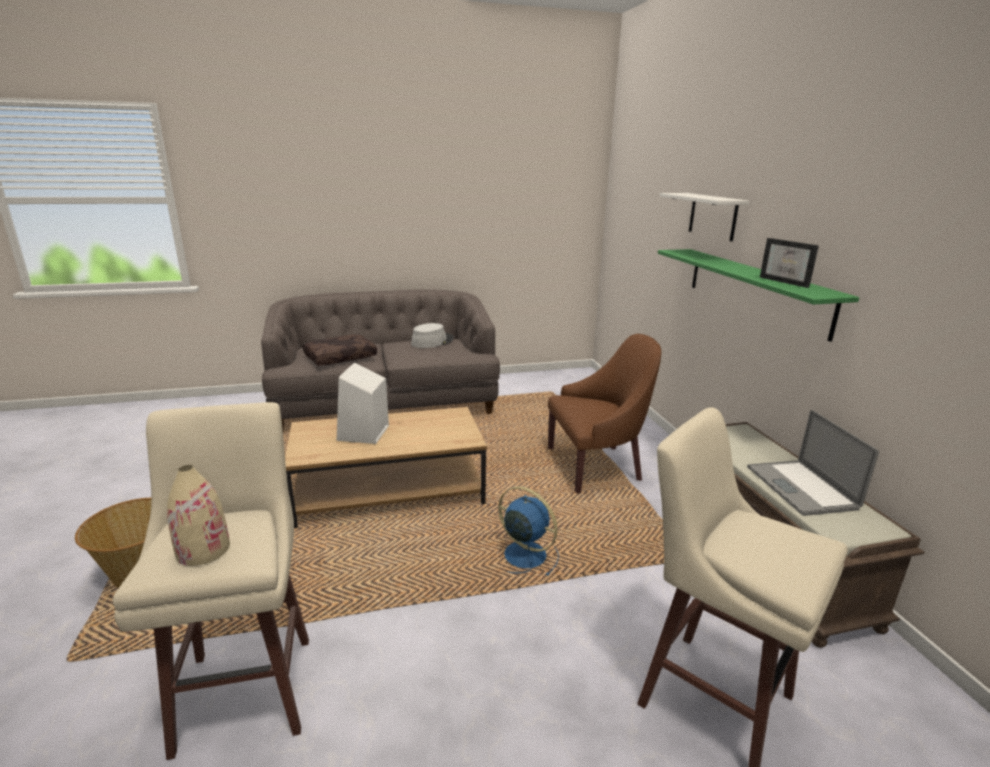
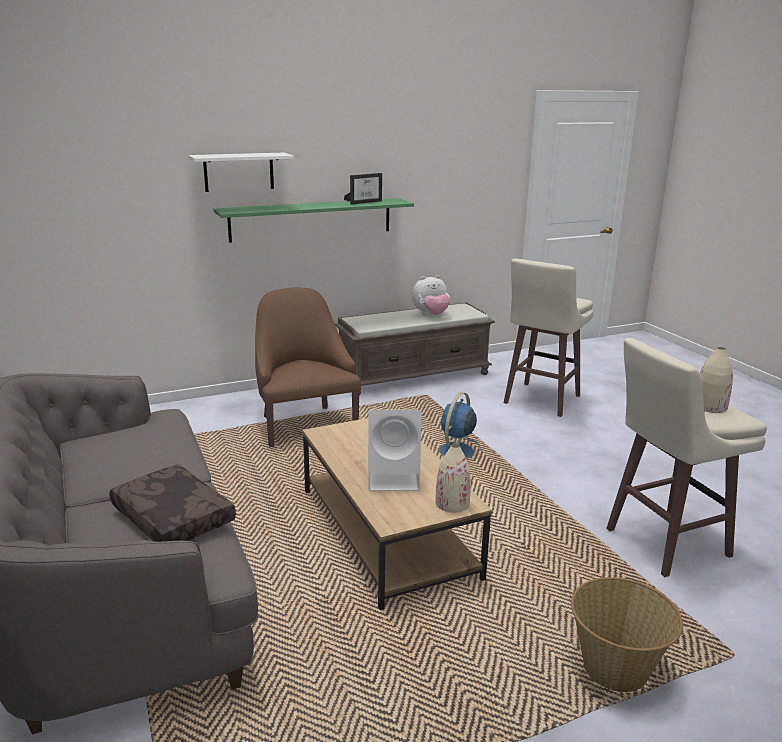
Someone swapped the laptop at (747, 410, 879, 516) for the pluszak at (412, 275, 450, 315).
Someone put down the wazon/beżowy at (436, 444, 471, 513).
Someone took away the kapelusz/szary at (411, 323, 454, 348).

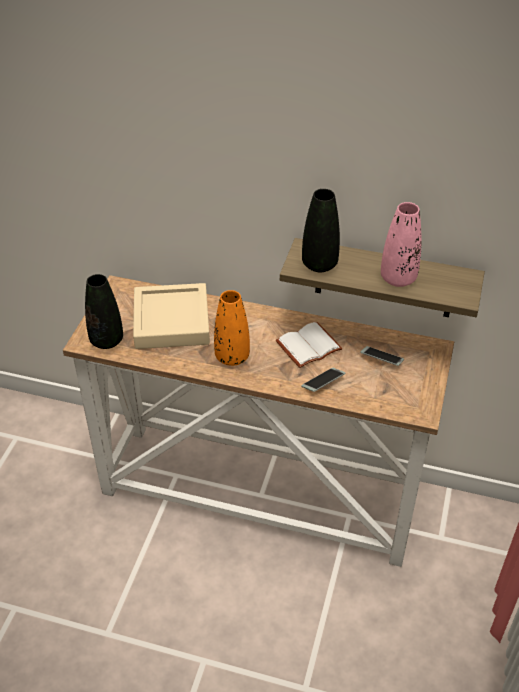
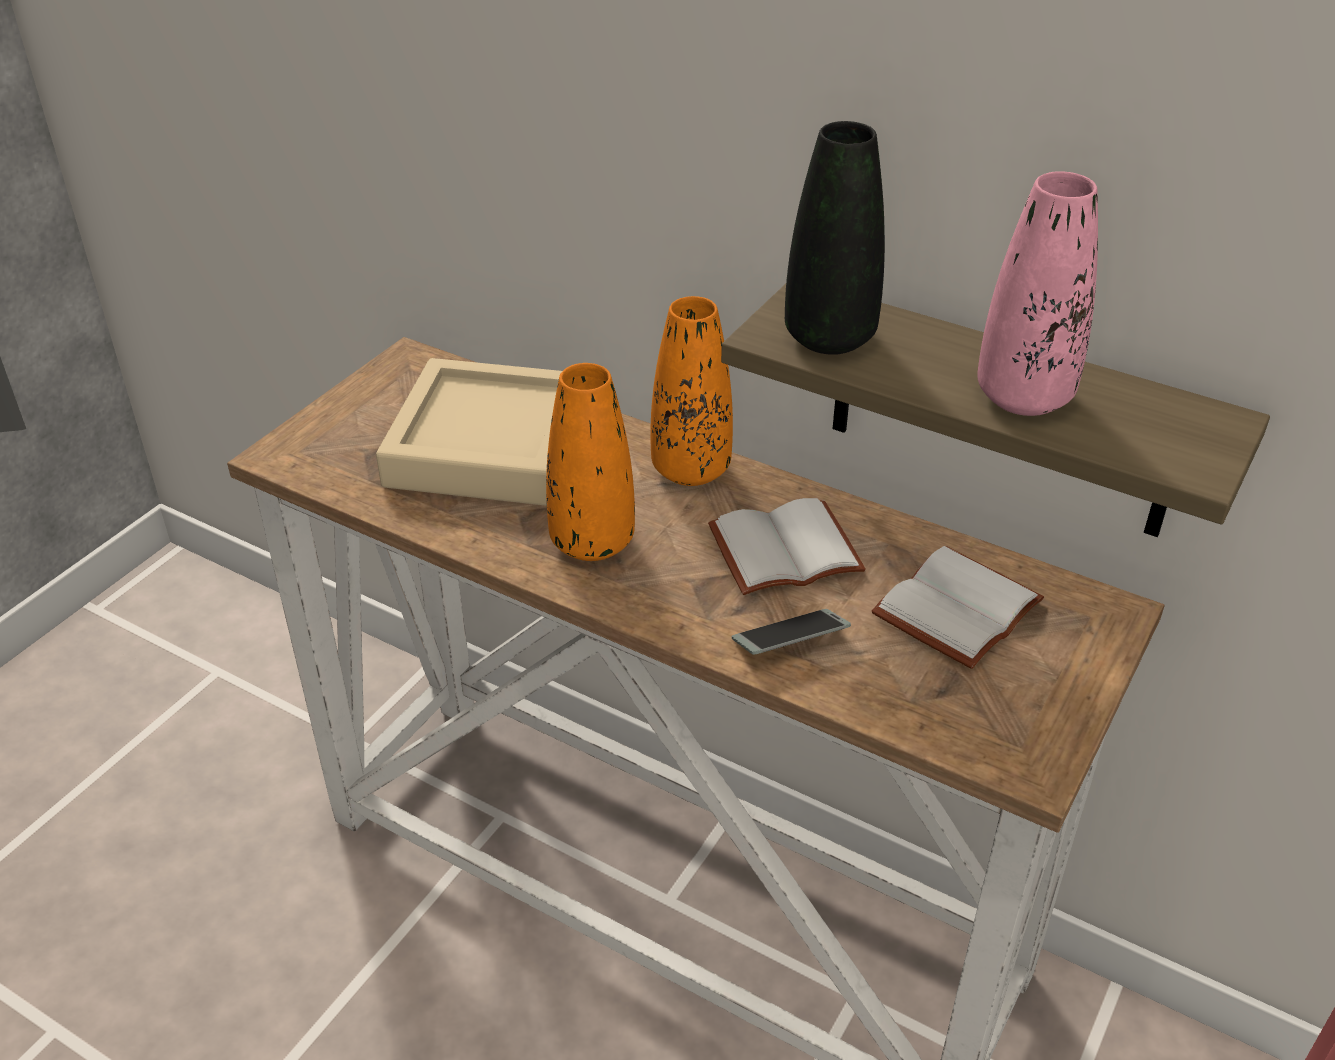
Someone put down the wazon/pomarańczowy at (650, 296, 733, 486).
Someone swapped the telefon at (360, 346, 404, 366) for the książka/biały at (871, 546, 1044, 669).
Someone took away the wazon/czarny at (85, 274, 123, 349).

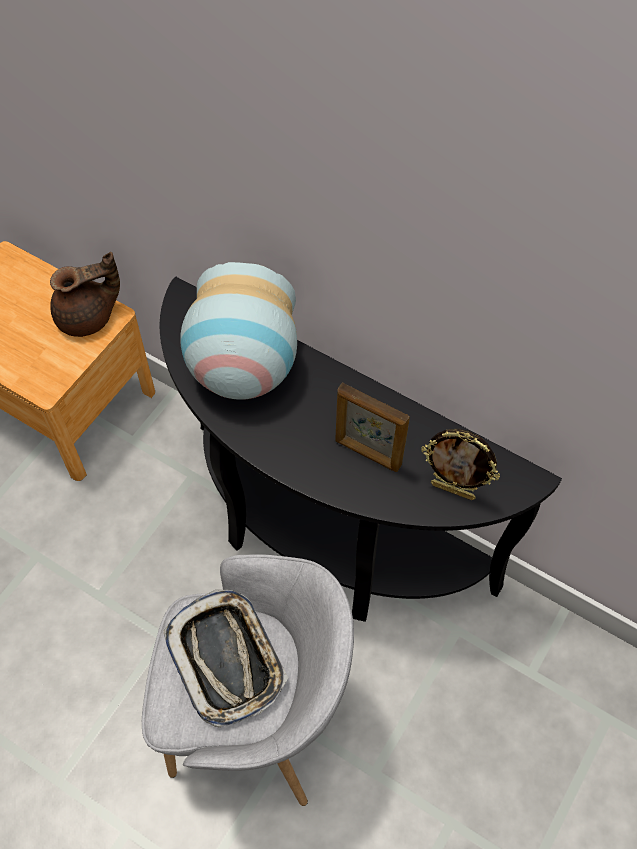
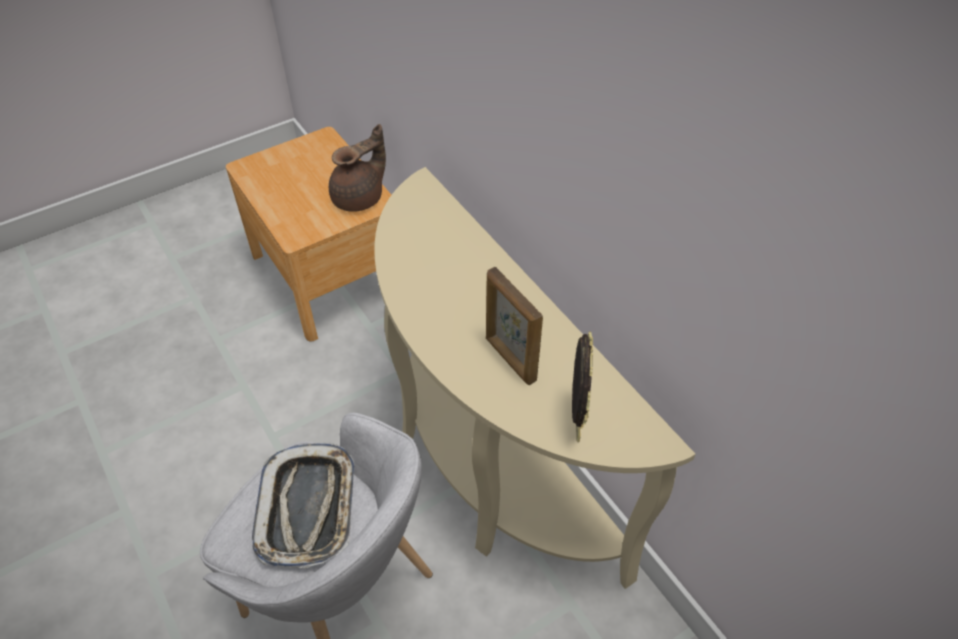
Someone rotated the imbryk/brązowy at (50, 252, 120, 337) by 45 degrees counterclockwise.
Someone repainted the stolik konsolowy/czarny at (159, 276, 562, 622), which became the stolik konsolowy/beżowy at (374, 167, 695, 589).
Someone rotated the ramka na zdjęcie at (421, 429, 500, 500) by 135 degrees counterclockwise.
Someone took away the wazon at (180, 262, 297, 400).

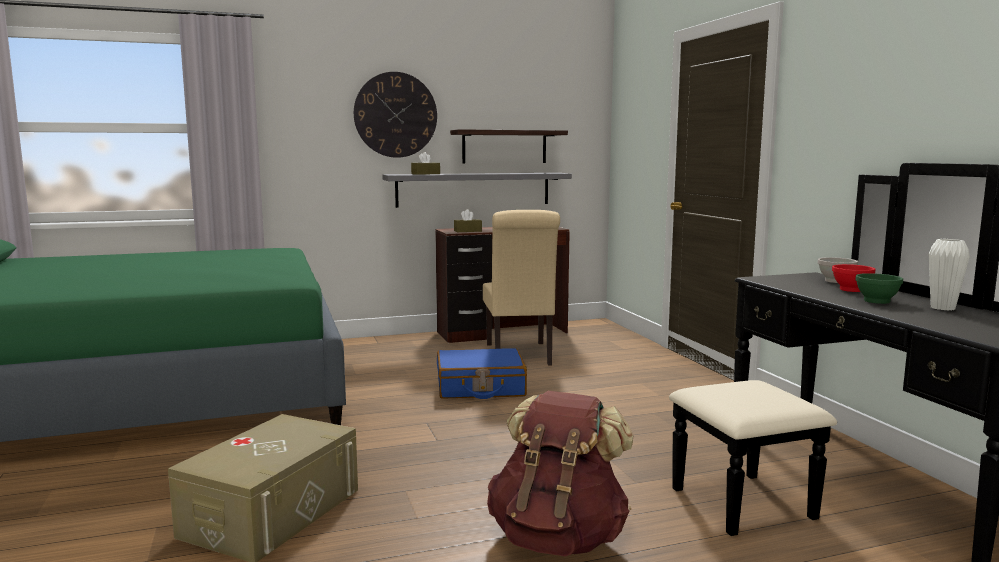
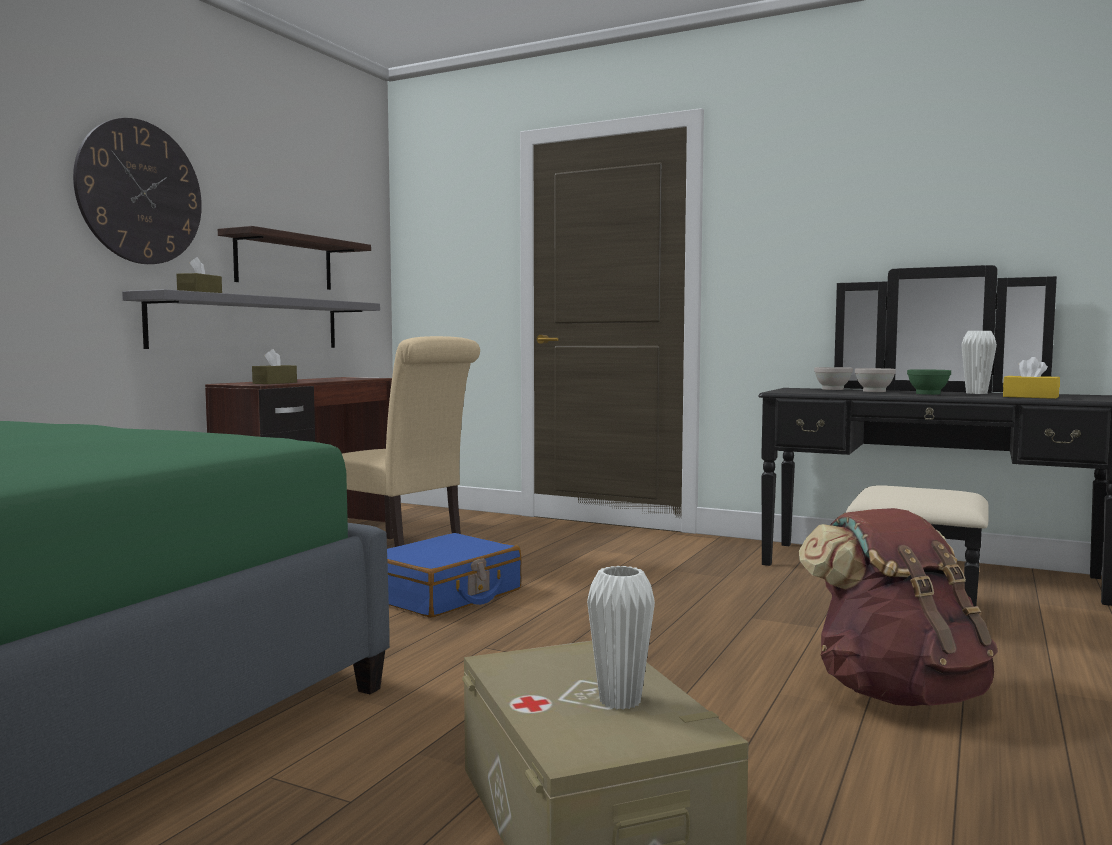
Someone put down the wazon/biały at (587, 566, 655, 710).
Someone repainted the miska/czerwony at (832, 264, 875, 292), which became the miska/biały at (855, 368, 896, 392).
Someone put down the pudełko chusteczek/żółty at (1003, 357, 1060, 399).

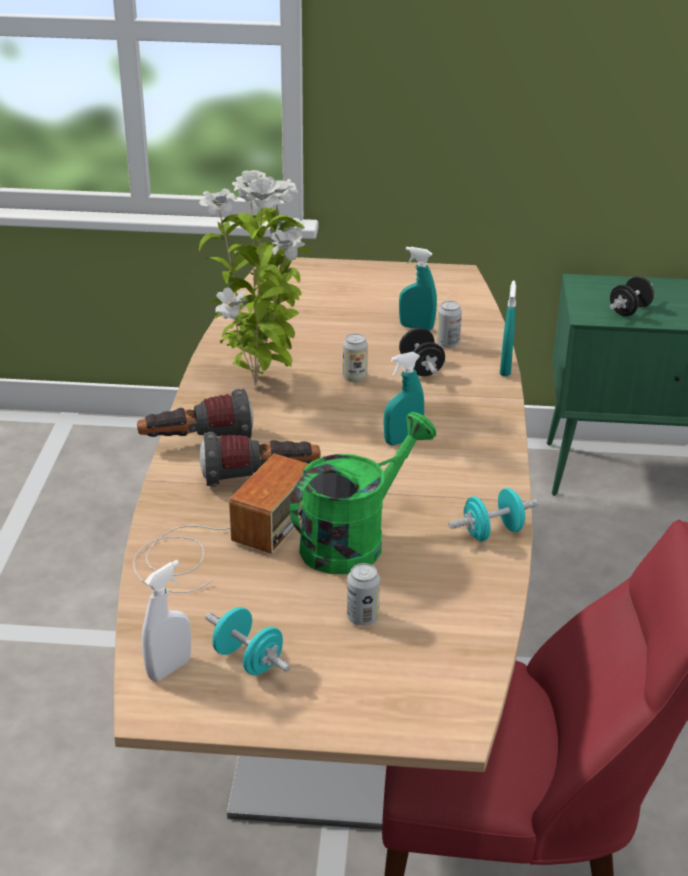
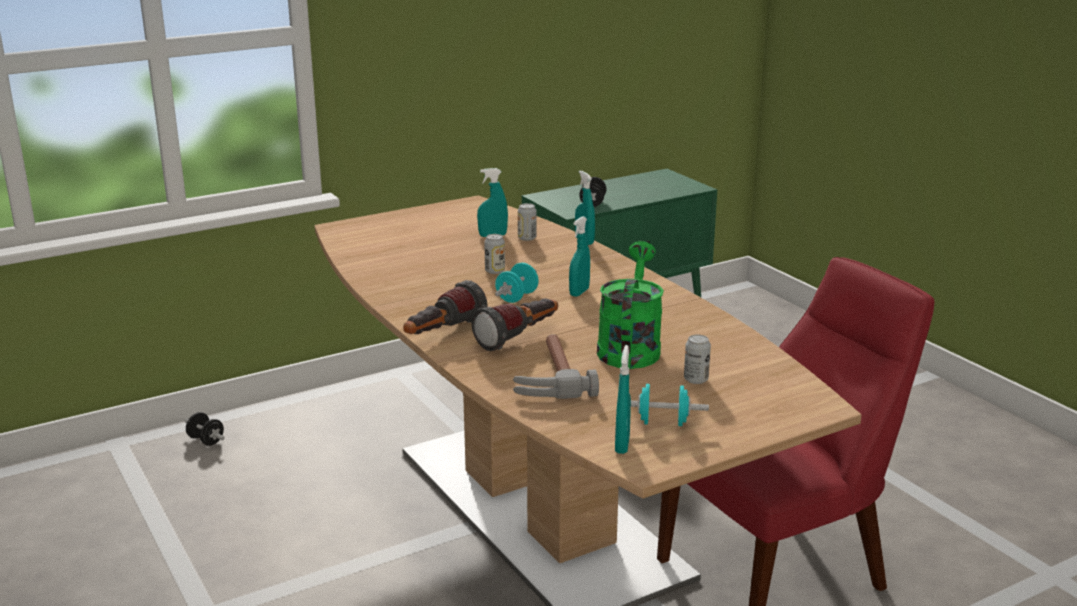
Someone carried the hantel/czarny from (399, 328, 445, 376) to (185, 412, 225, 446).
Someone carried the hantel/turkusowy from (449, 488, 538, 541) to (495, 263, 539, 303).
Someone swapped the radio at (133, 454, 308, 593) for the młotek at (513, 334, 599, 399).
Someone repainted the spryskiwacz/biały at (142, 560, 191, 681), which became the spryskiwacz/turkusowy at (615, 345, 631, 454).
Someone took away the roślina doniczkowa at (199, 170, 311, 386).

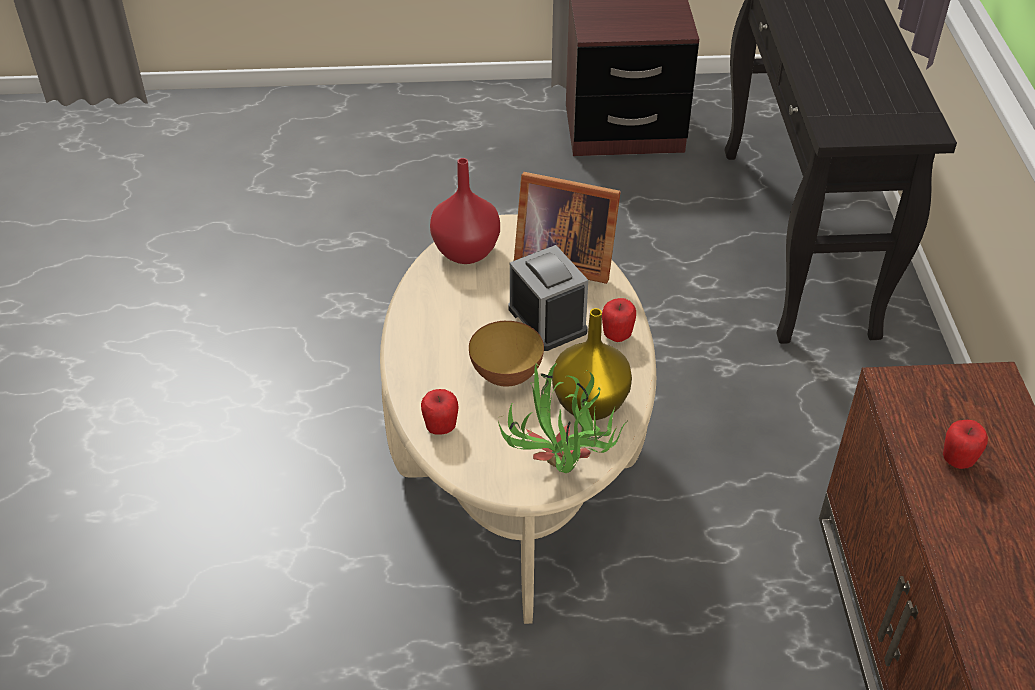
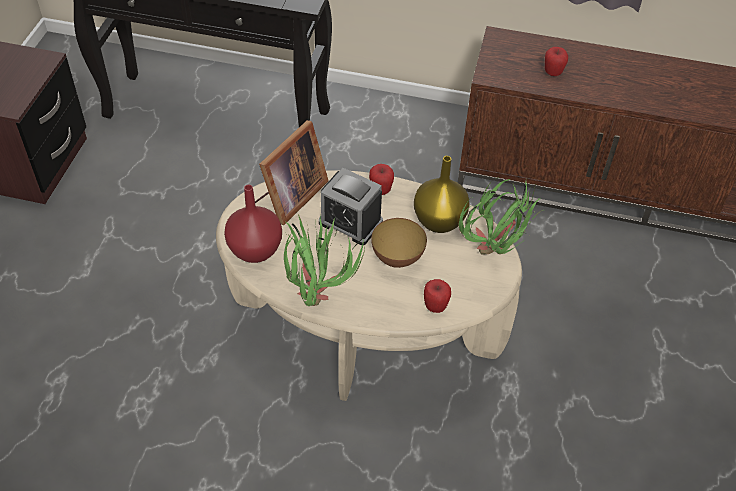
Someone put down the roślina doniczkowa at (284, 214, 365, 306).
Someone rotated the budzik at (508, 245, 588, 351) by 135 degrees counterclockwise.

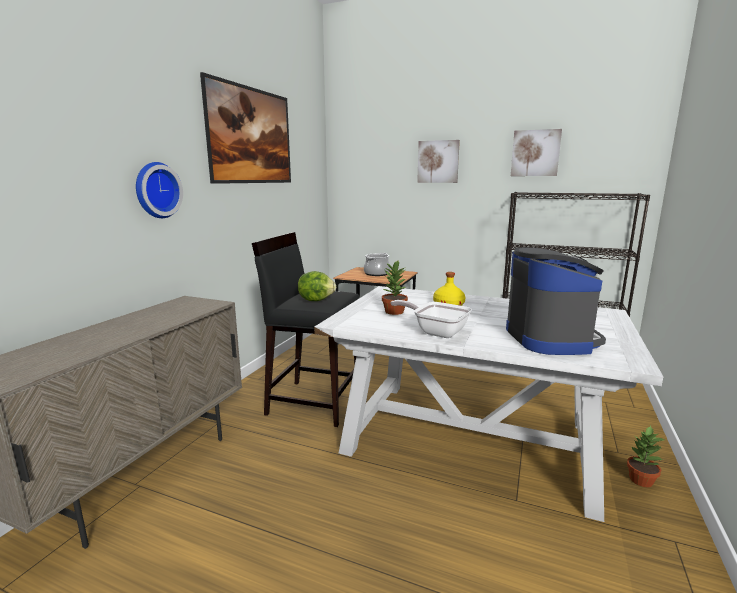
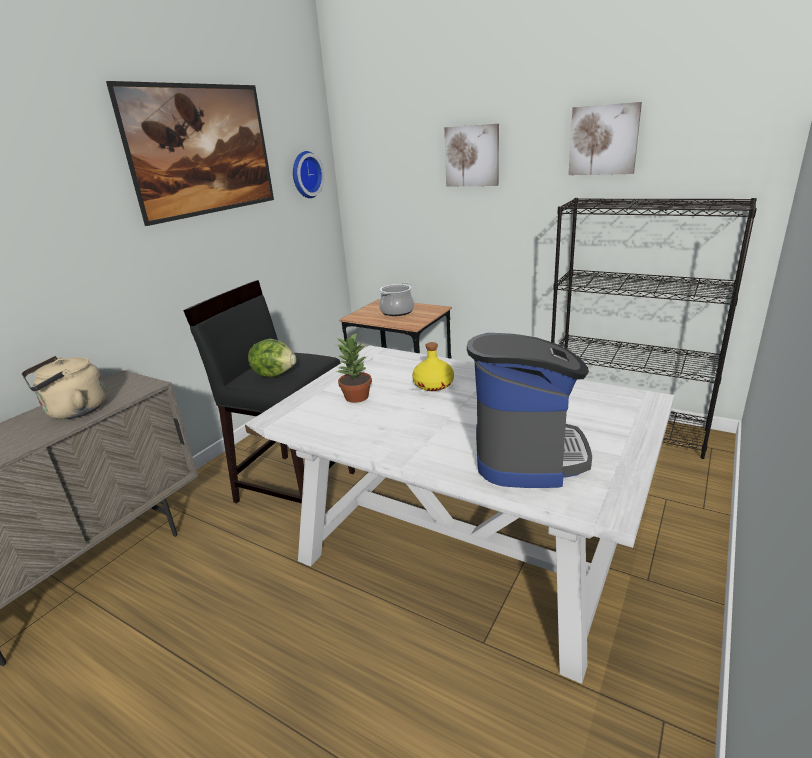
Someone put down the czajnik/beżowy at (22, 356, 106, 419).
Someone carried the zegar ścienny from (136, 162, 183, 218) to (293, 151, 325, 198).
Someone took away the patelnia at (391, 300, 472, 338).
Someone took away the roślina doniczkowa at (627, 426, 664, 487).

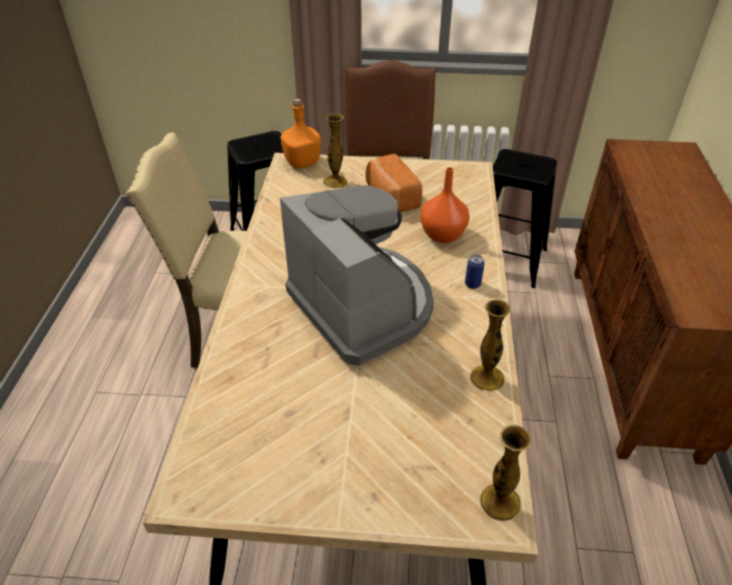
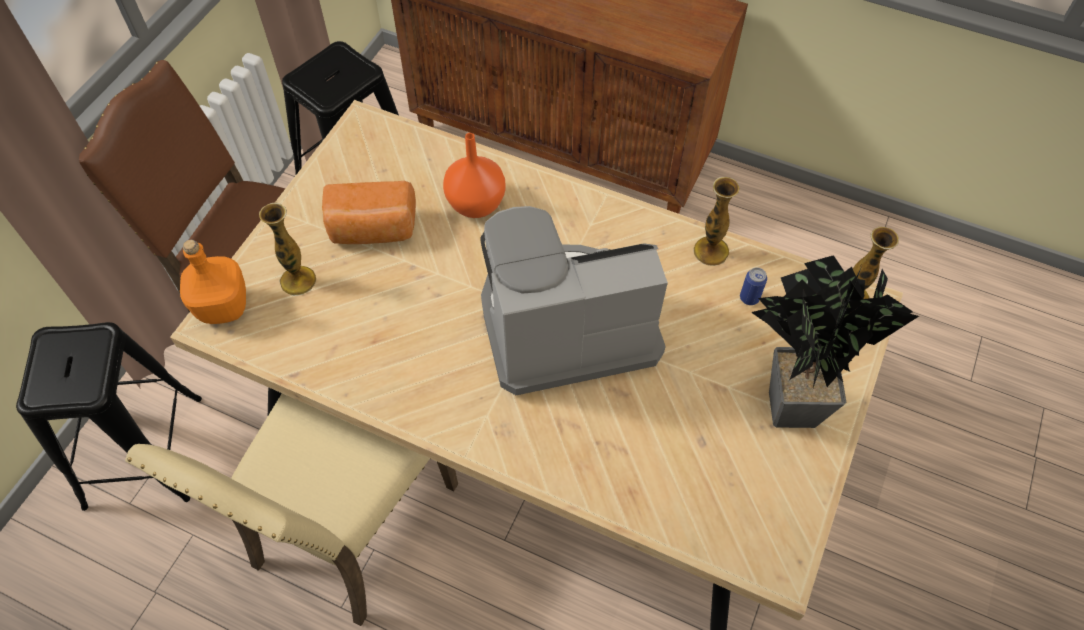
Someone carried the puszka from (465, 254, 485, 289) to (740, 267, 767, 305).
Someone put down the roślina doniczkowa at (751, 255, 919, 428).

